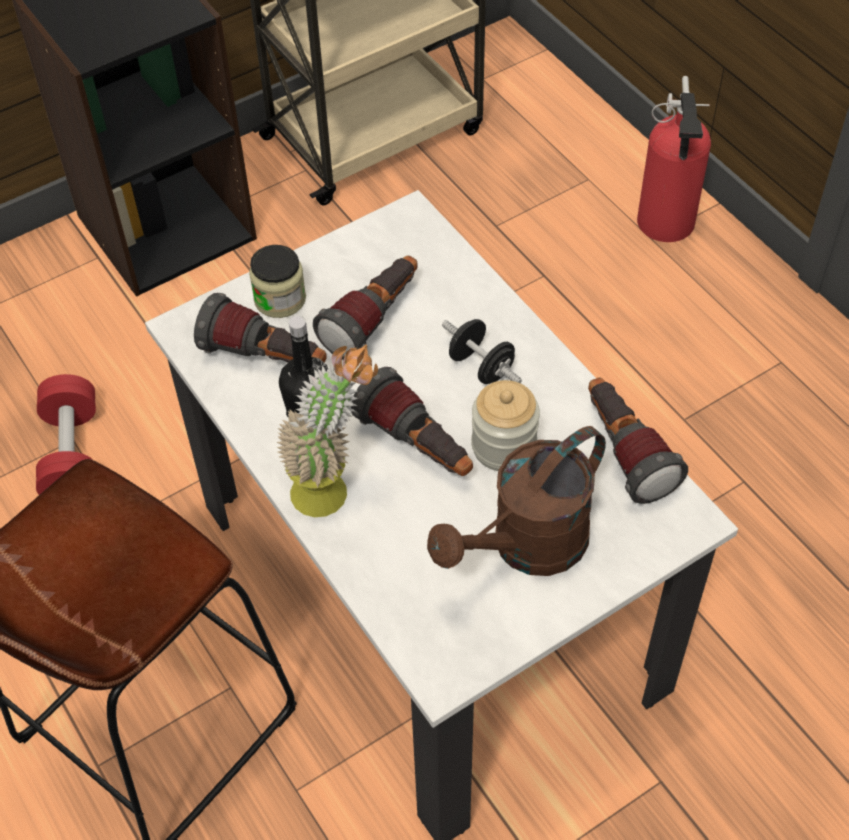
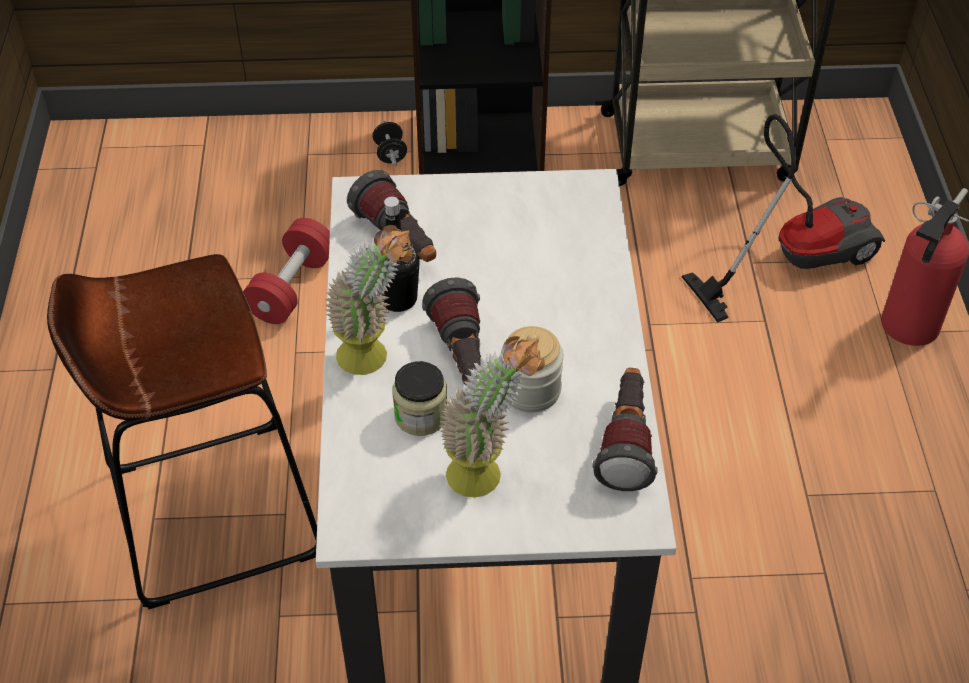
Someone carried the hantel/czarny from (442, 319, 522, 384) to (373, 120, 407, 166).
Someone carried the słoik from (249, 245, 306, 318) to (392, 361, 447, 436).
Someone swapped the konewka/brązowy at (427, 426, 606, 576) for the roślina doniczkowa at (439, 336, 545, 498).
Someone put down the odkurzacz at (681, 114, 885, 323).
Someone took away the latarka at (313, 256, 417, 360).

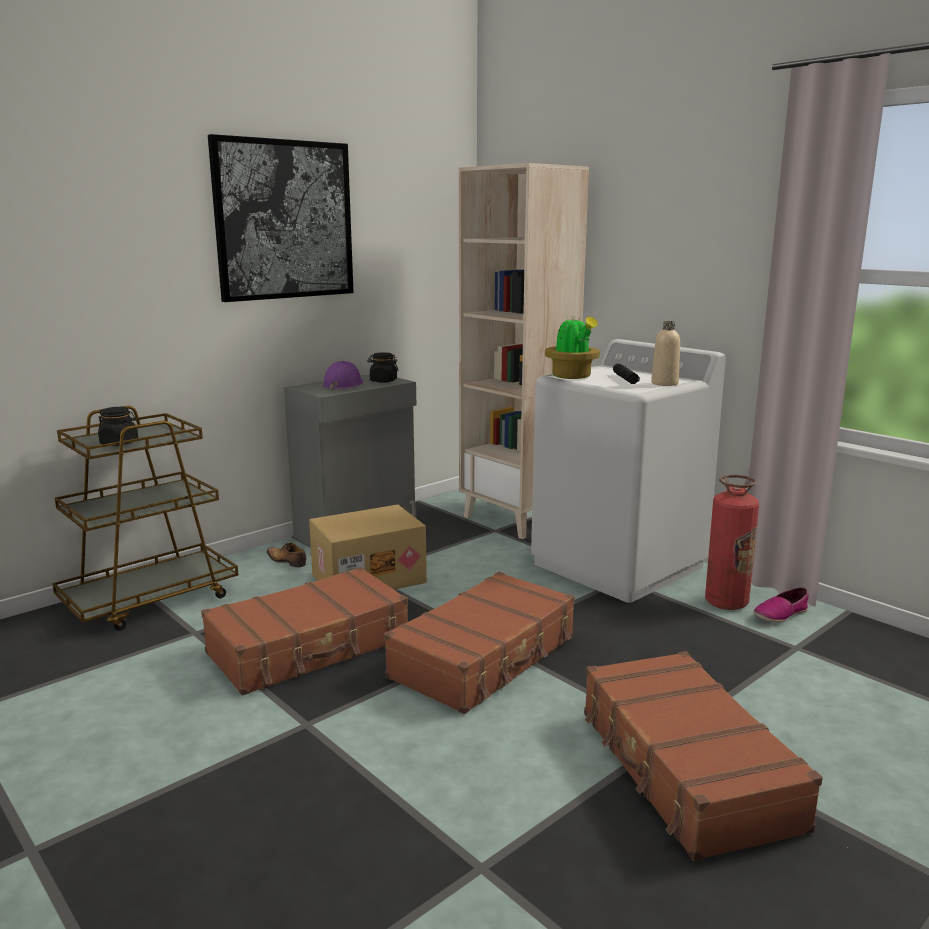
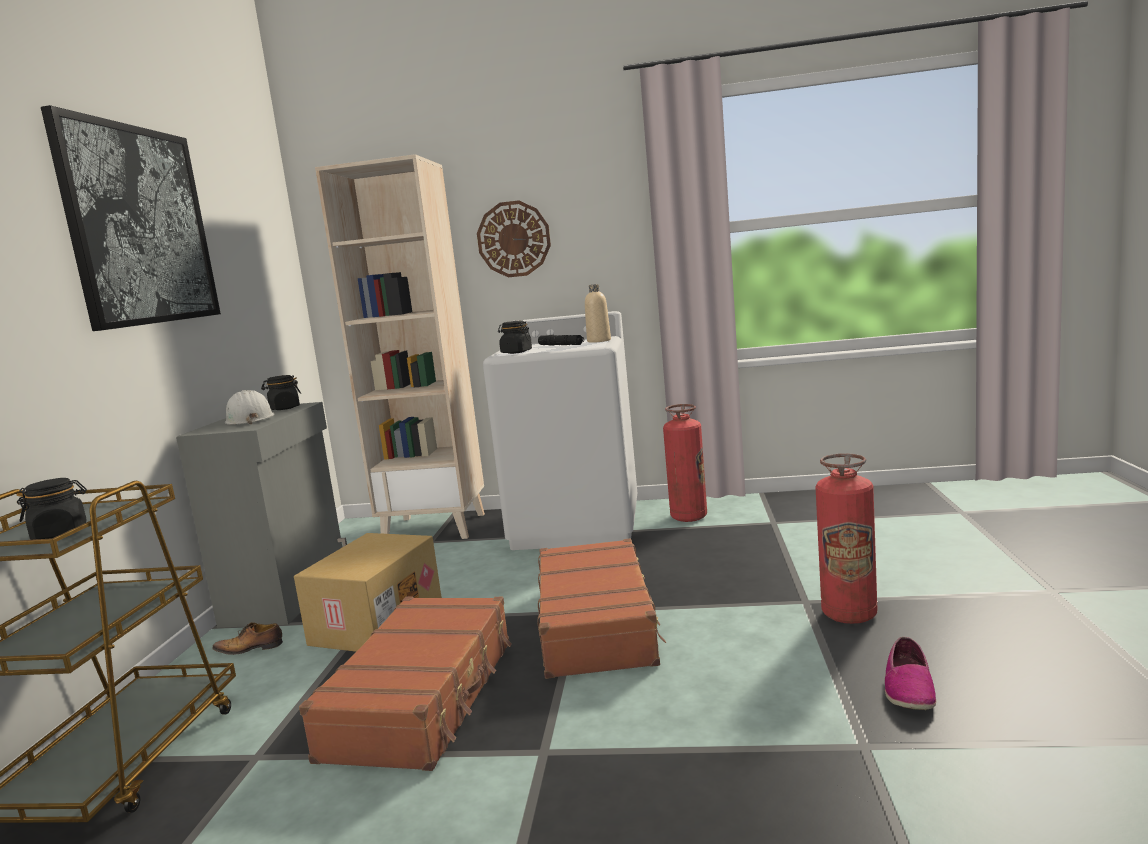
Someone repainted the kask/fioletowy at (322, 361, 364, 391), which became the kask/biały at (225, 390, 275, 425).
Someone put up the zegar ścienny at (477, 200, 551, 277).
Someone swapped the roślina doniczkowa at (545, 315, 600, 379) for the słoik/czarny at (498, 321, 532, 354).
Someone swapped the walizka/brązowy at (584, 651, 823, 861) for the gaśnica at (816, 453, 877, 624).
Someone carried the but from (753, 587, 809, 623) to (885, 637, 936, 711).

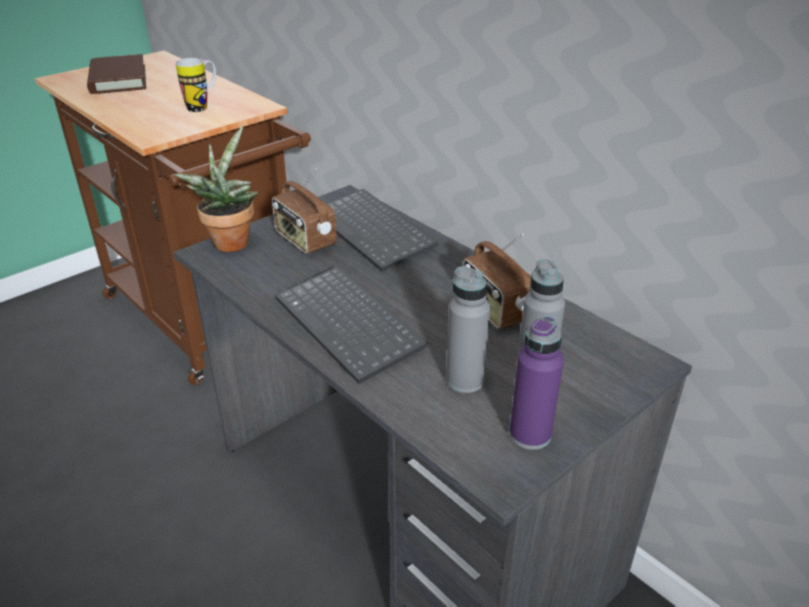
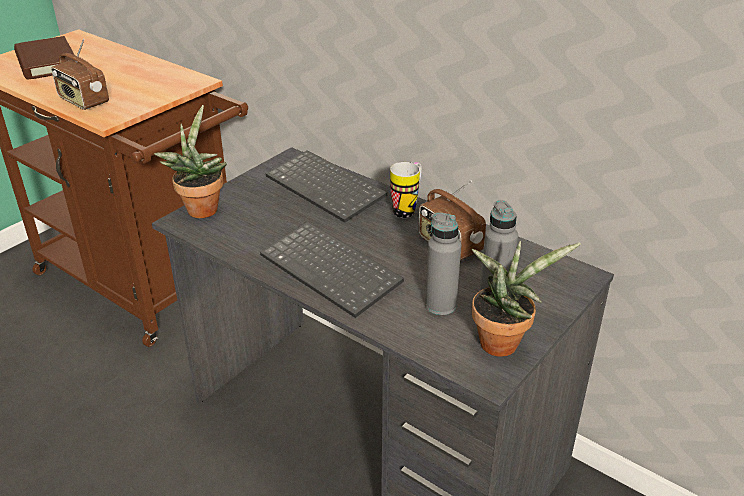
Someone carried the radio from (272, 168, 337, 254) to (51, 39, 109, 110).
Someone carried the kubek from (175, 58, 216, 112) to (390, 162, 422, 218).
Someone swapped the butelka/fioletowy at (509, 316, 564, 450) for the roślina doniczkowa at (471, 241, 581, 357).

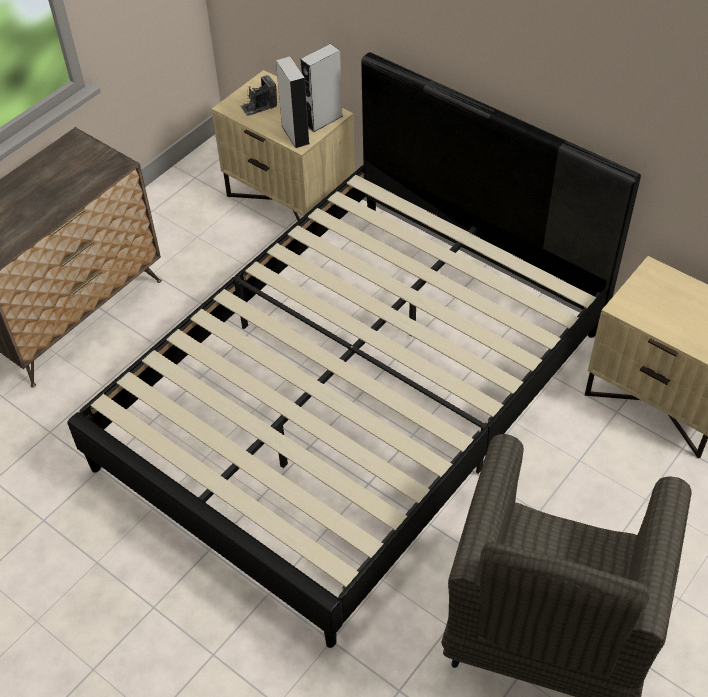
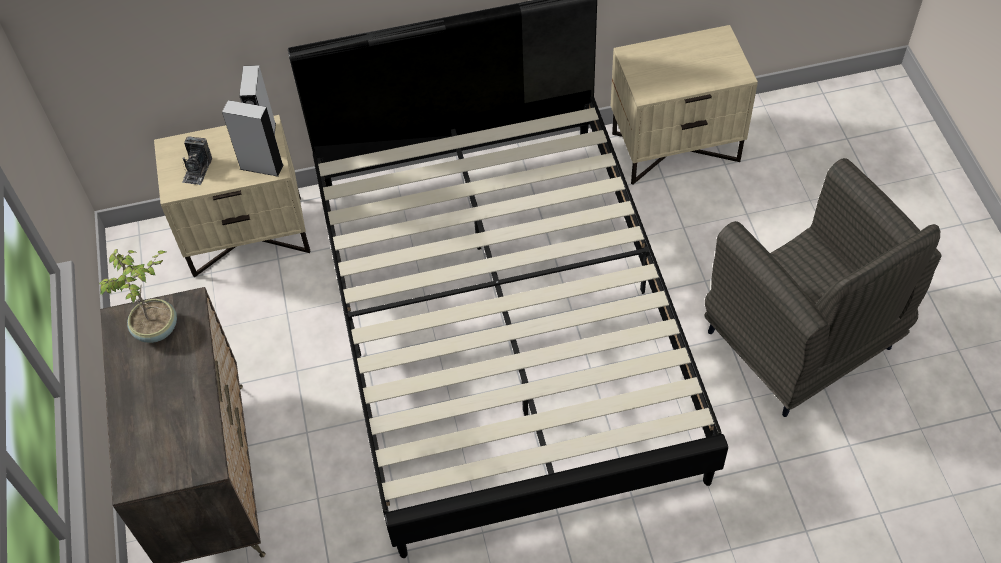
Someone put down the roślina doniczkowa at (99, 249, 177, 343).

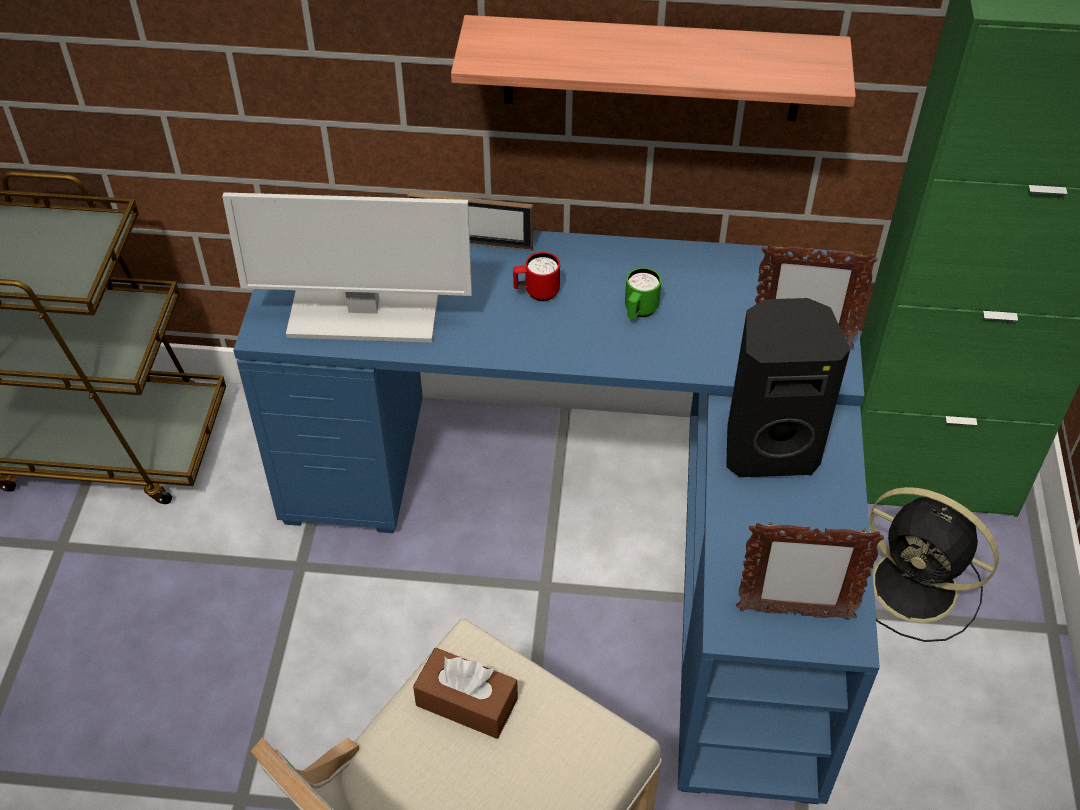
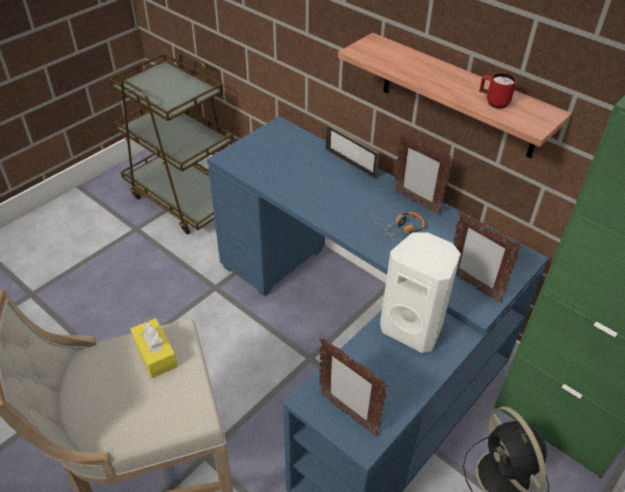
Someone repainted the pudełko chusteczek/brązowy at (413, 648, 518, 739), which became the pudełko chusteczek/żółty at (130, 318, 178, 378).
Someone swapped the kubek/zielony at (625, 267, 662, 319) for the słuchawki at (375, 212, 425, 242).
Someone repainted the głośnik/czarny at (726, 298, 850, 477), which became the głośnik/biały at (380, 232, 461, 353).
Someone put down the ramka na zdjęcie at (394, 134, 453, 215).
Someone carried the kubek/czerwony from (513, 252, 560, 301) to (479, 73, 517, 109).
Someone took away the monitor at (222, 192, 472, 343).

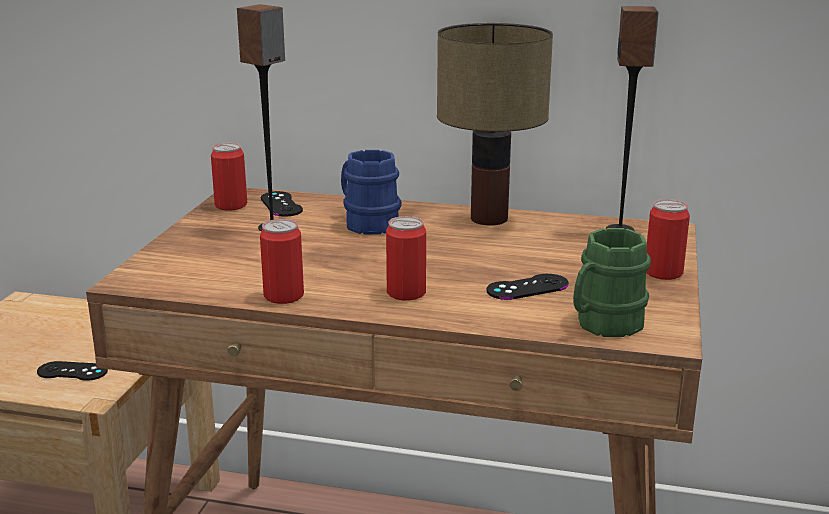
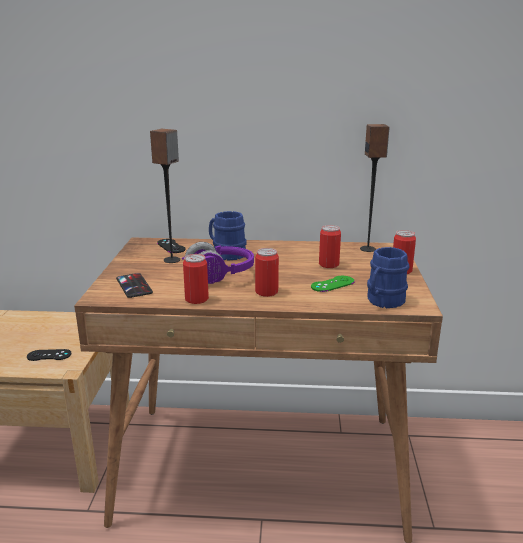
Someone put down the telefon at (116, 273, 153, 298).
Someone put down the słuchawki/fioletowy at (182, 242, 254, 284).
Someone repainted the pad do gier/czarny at (486, 274, 568, 300), which became the pad do gier/zielony at (311, 276, 355, 292).
Someone carried the puszka from (211, 143, 247, 211) to (319, 225, 341, 268).
Someone repainted the kubek/zielony at (573, 228, 651, 337), which became the kubek/niebieski at (367, 247, 409, 308).
Someone took away the lampa stołowa at (437, 23, 553, 225).

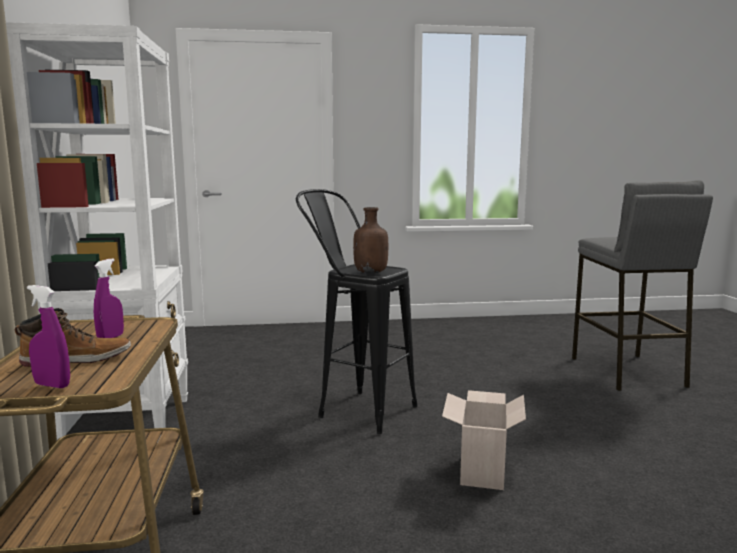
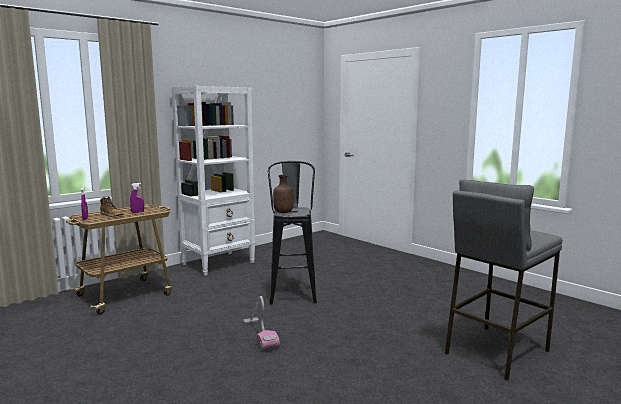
Someone swapped the karton at (442, 390, 526, 490) for the odkurzacz at (243, 296, 280, 351).

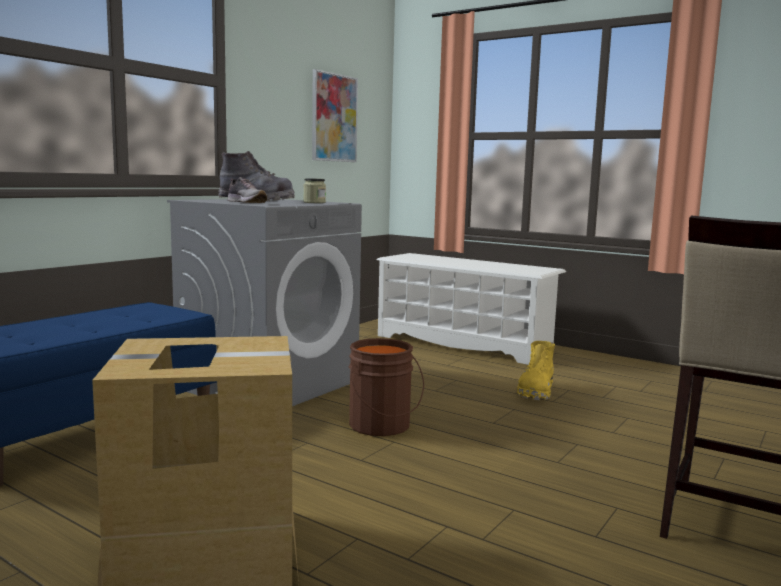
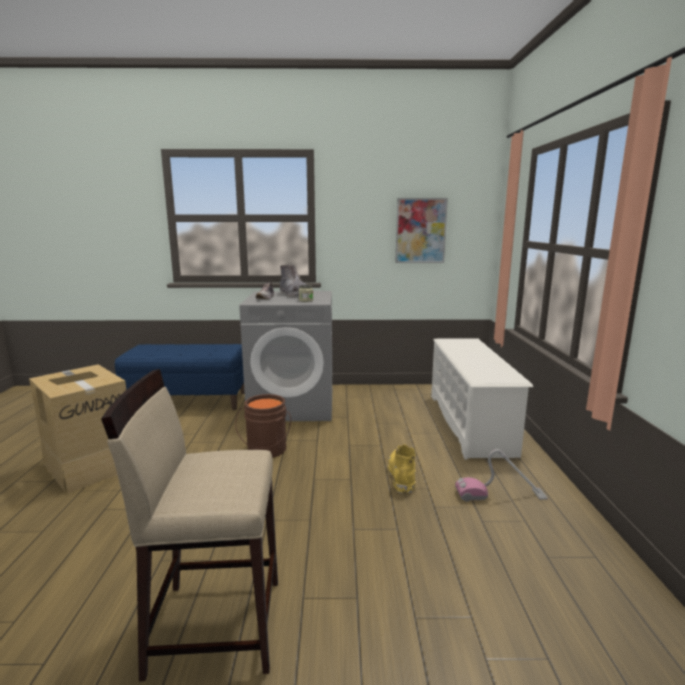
Someone rotated the but z cholewką/żółty at (517, 341, 555, 400) by 105 degrees clockwise.
Someone put down the odkurzacz at (455, 449, 548, 502).

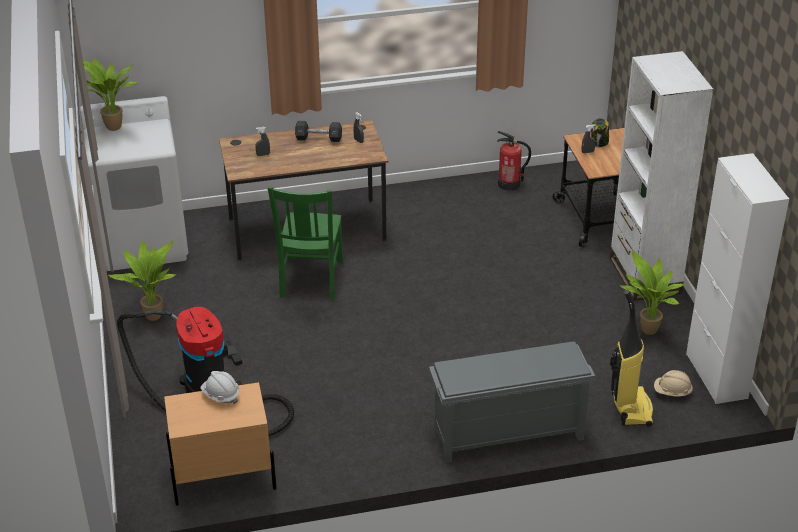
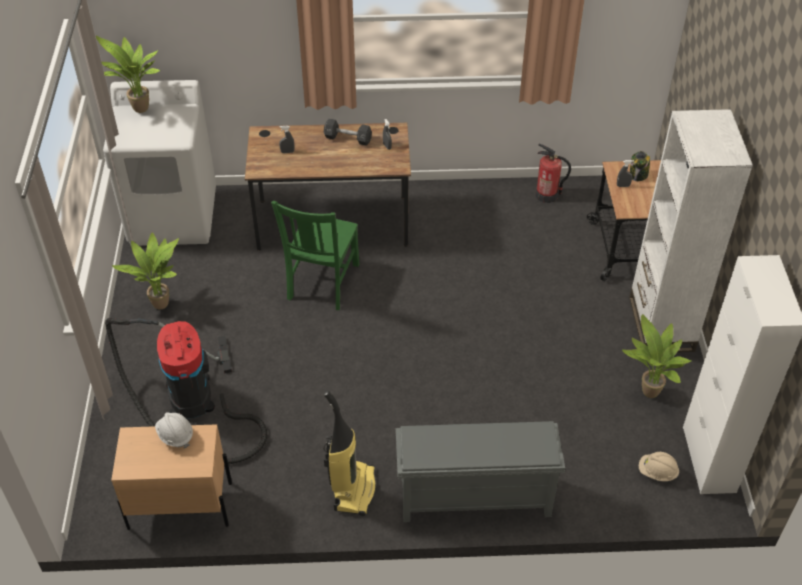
Someone carried the odkurzacz from (610, 290, 653, 427) to (324, 390, 376, 516).

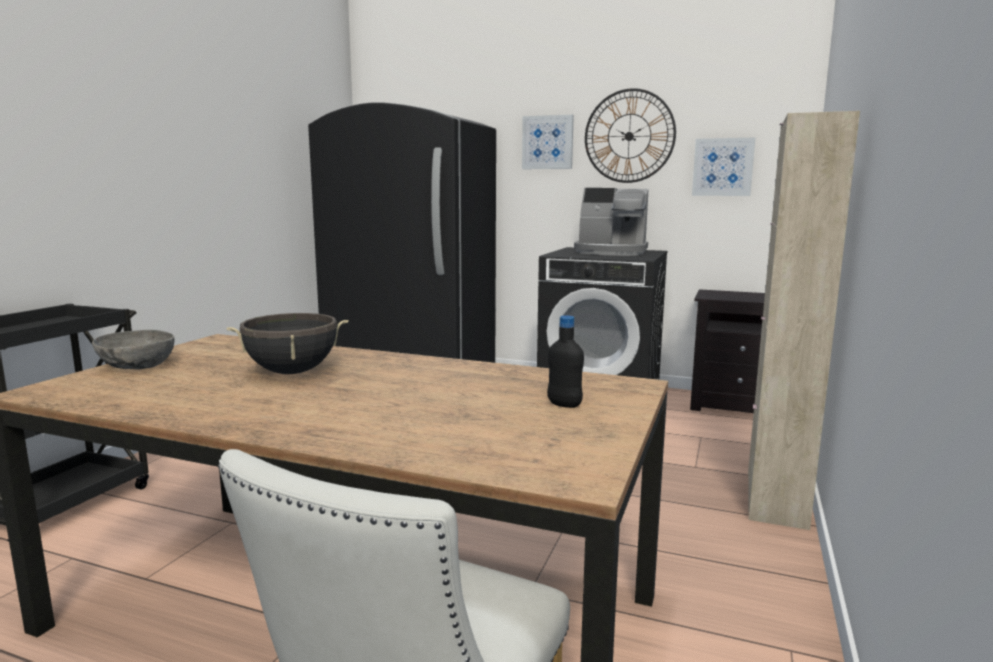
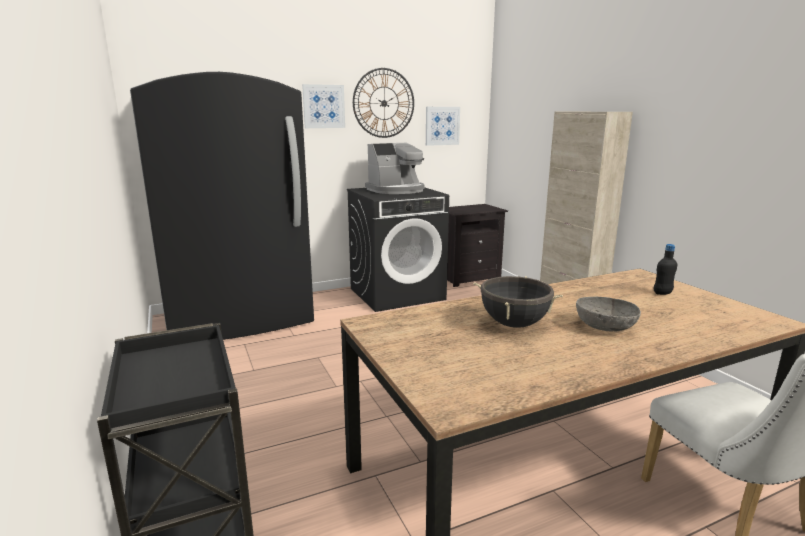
Someone carried the miska/szary from (92, 330, 174, 369) to (576, 297, 641, 332).

